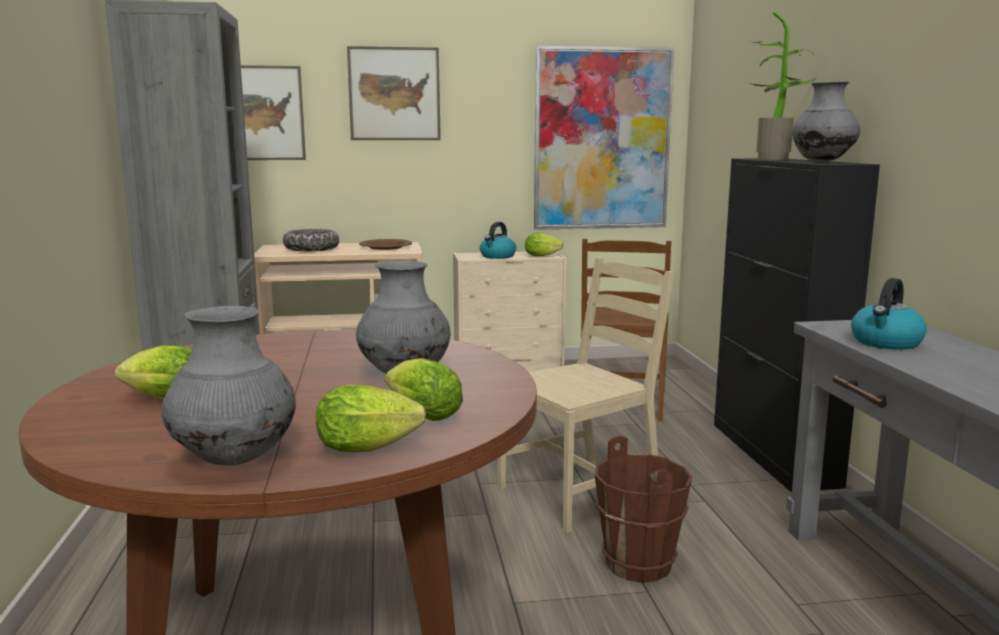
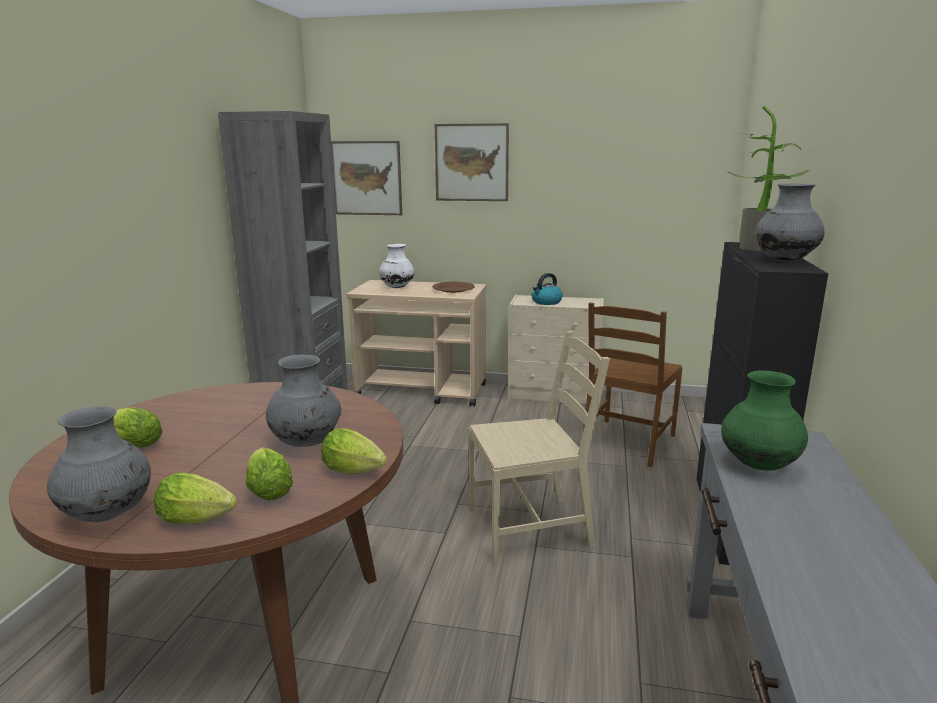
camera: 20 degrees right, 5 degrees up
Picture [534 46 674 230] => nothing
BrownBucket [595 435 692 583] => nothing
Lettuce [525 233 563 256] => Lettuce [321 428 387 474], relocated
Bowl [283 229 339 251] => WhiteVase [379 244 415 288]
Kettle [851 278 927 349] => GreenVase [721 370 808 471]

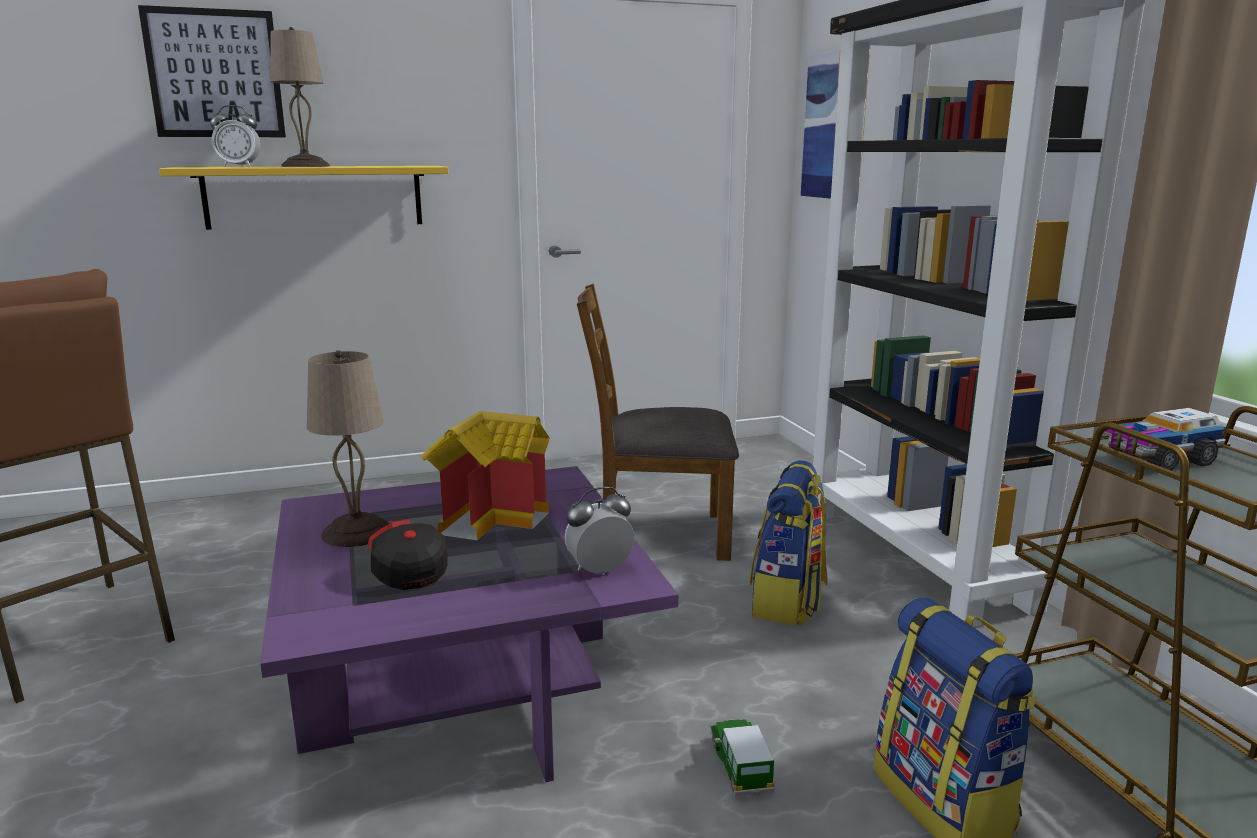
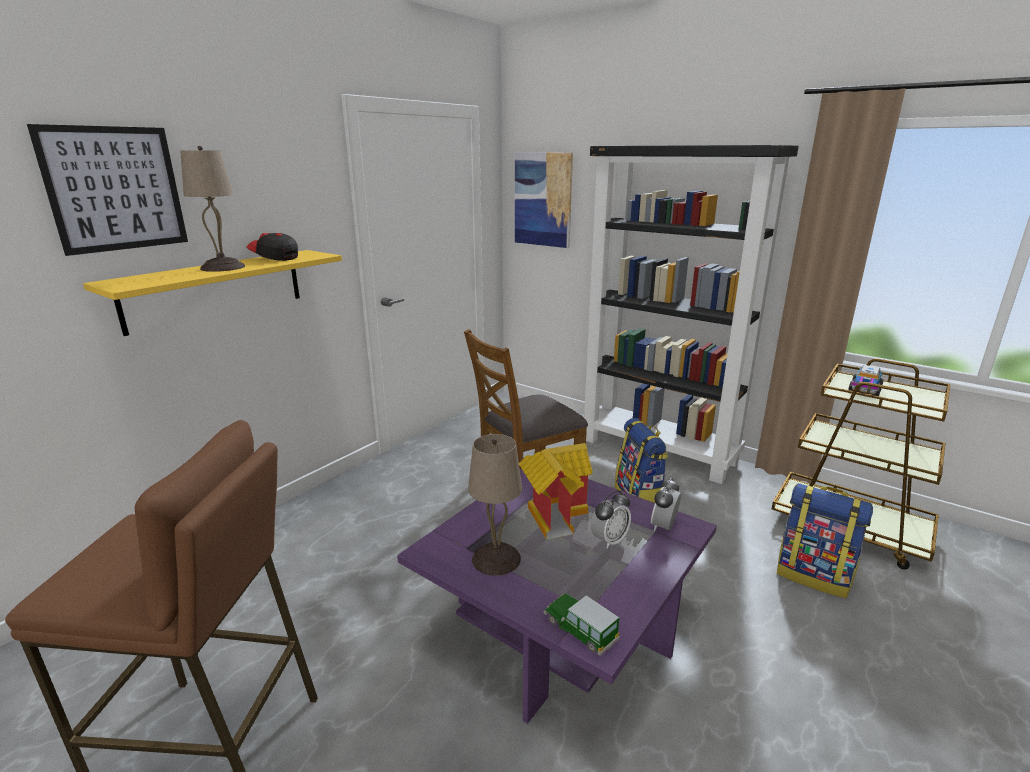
camera: 35 degrees left, 5 degrees up
AlarmClock [210 105 261 167] => AlarmClock [591 490 631 549], relocated
Cap [368 520 448 590] => Cap [247 233 298 261], relocated
ToyCar [710 719 775 797] => ToyCar [544 593 620 656], relocated

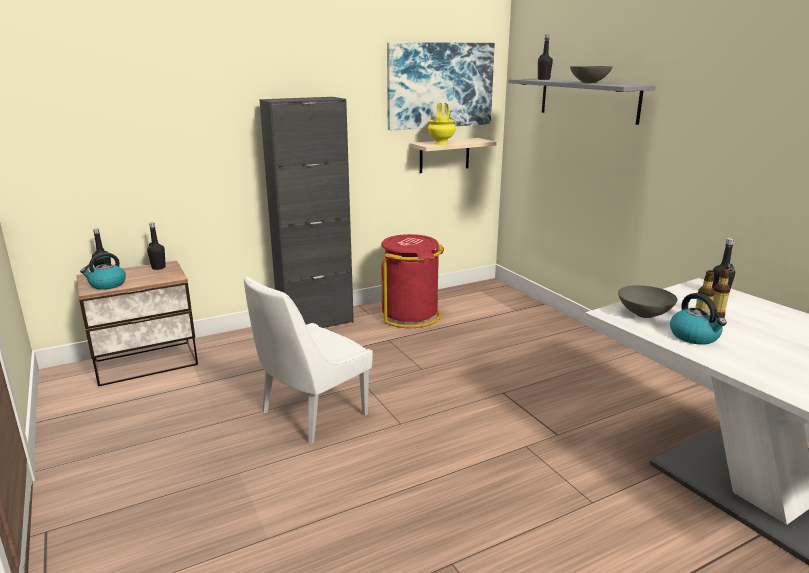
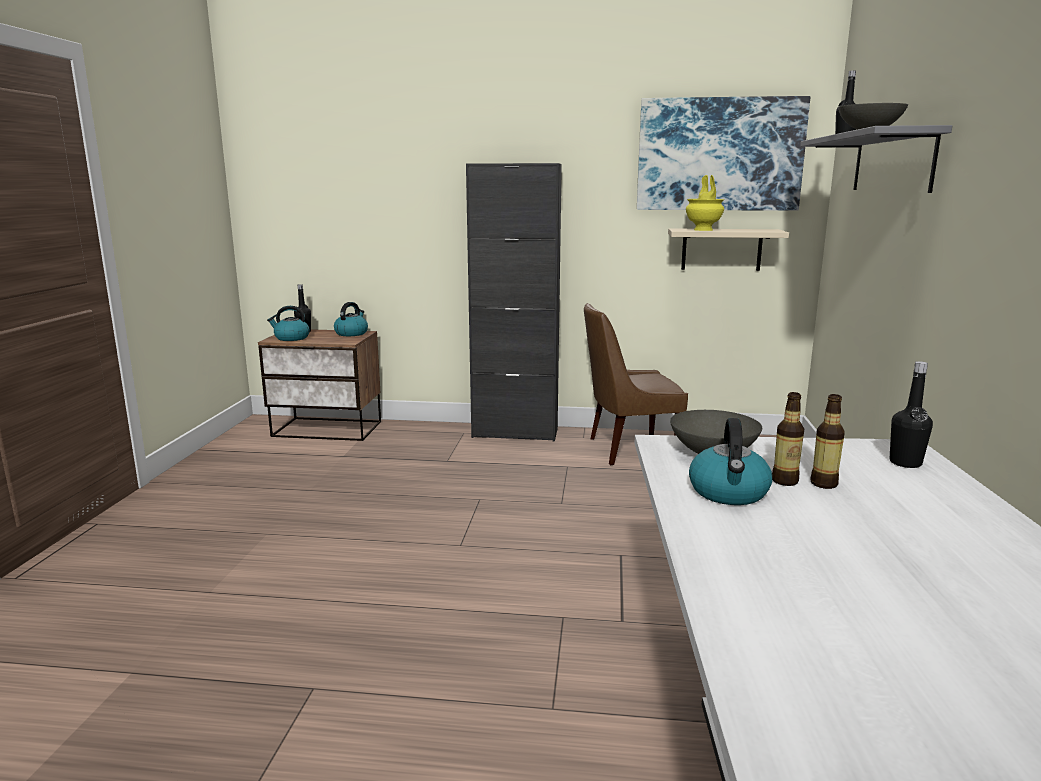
camera: 35 degrees right, 5 degrees down
WhiteChair [244 277 373 445] => nothing
BlackBottle [147 222 166 270] => Kettle [334 302 368 336]
RedTrashCan [381 234 444 328] => BrownChair [584 303 688 465]

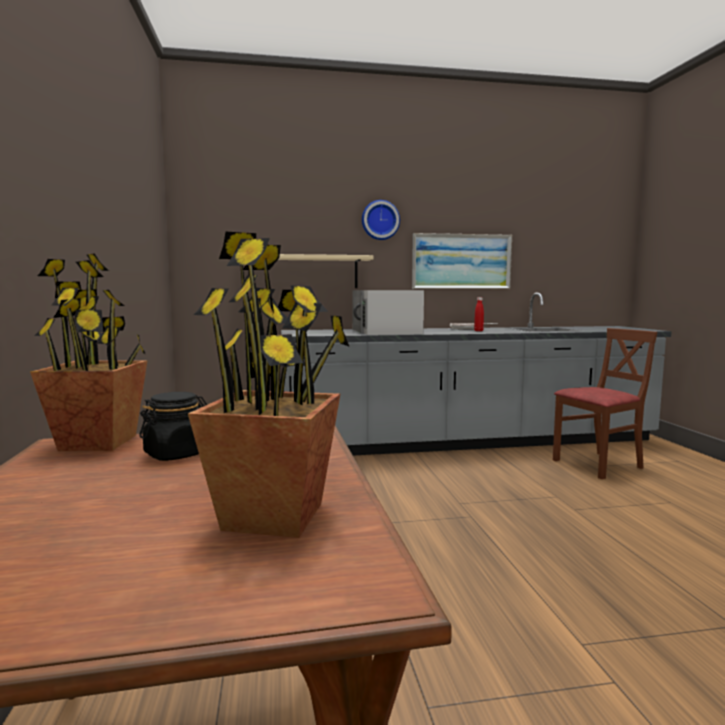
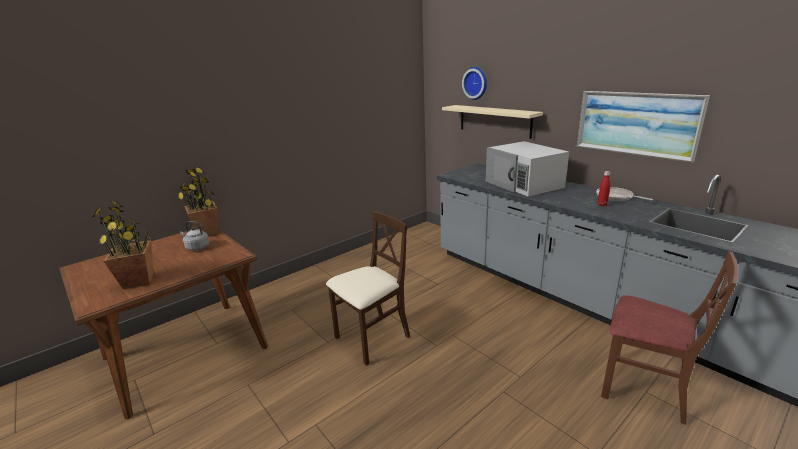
camera: 60 degrees right, 15 degrees up
nothing => BeigeChair [326 211 410 366]
WallClock [362 200 400 240] => WallClock [462 67 487 100], relocated
BlackJar [139 392 207 461] => GreyKettle [180 221 209 251]
WhiteMicrowave [353 290 424 335] => WhiteMicrowave [486 141 569 197], 75 degrees counterclockwise

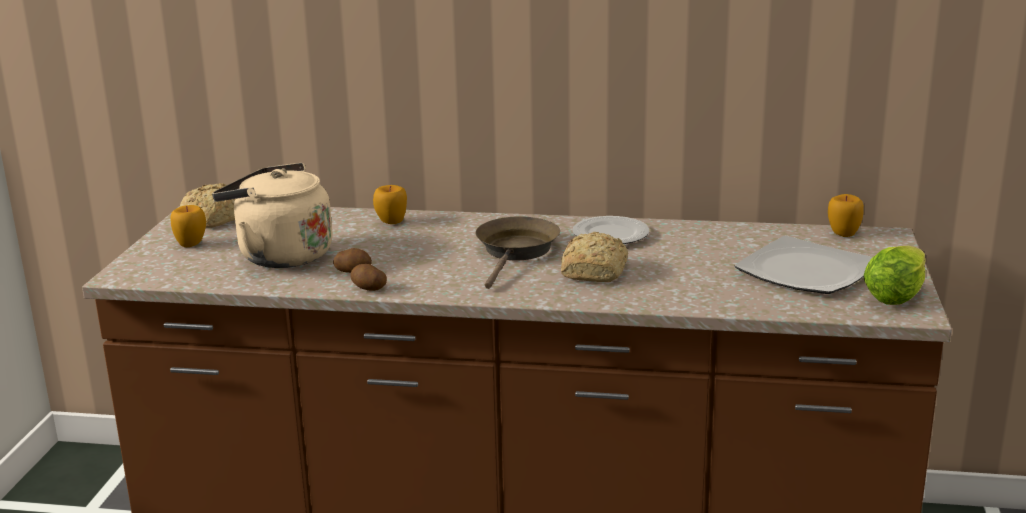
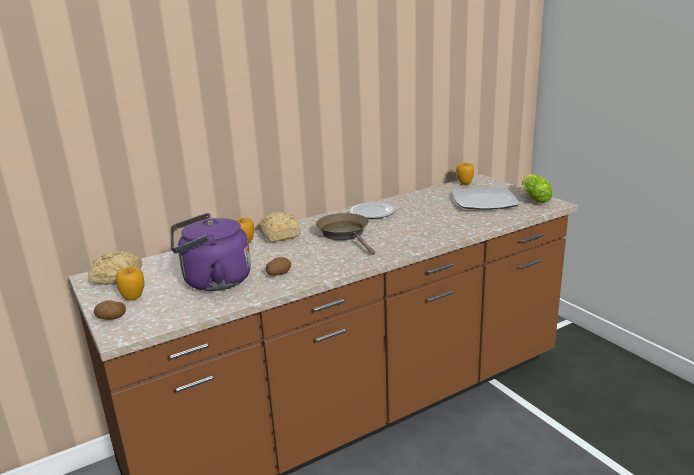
camera: 40 degrees left, 0 degrees up
Potato [350 264 387 291] => Potato [94 300 126 320], relocated
Bread [561 232 628 282] => Bread [257 212 301 242], relocated
BeigeKettle [212 163 332 268] => PurpleKettle [171 213 251 291]

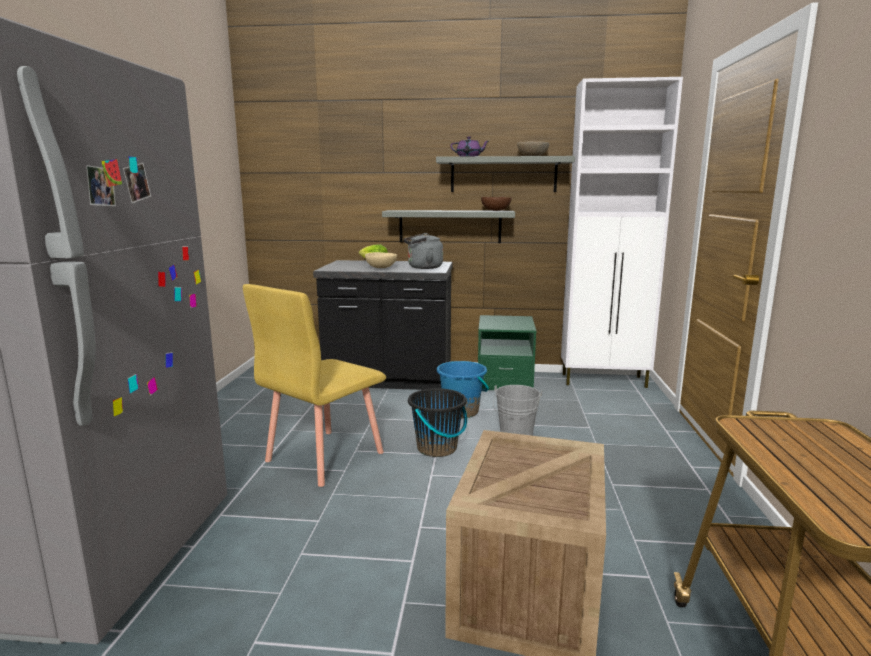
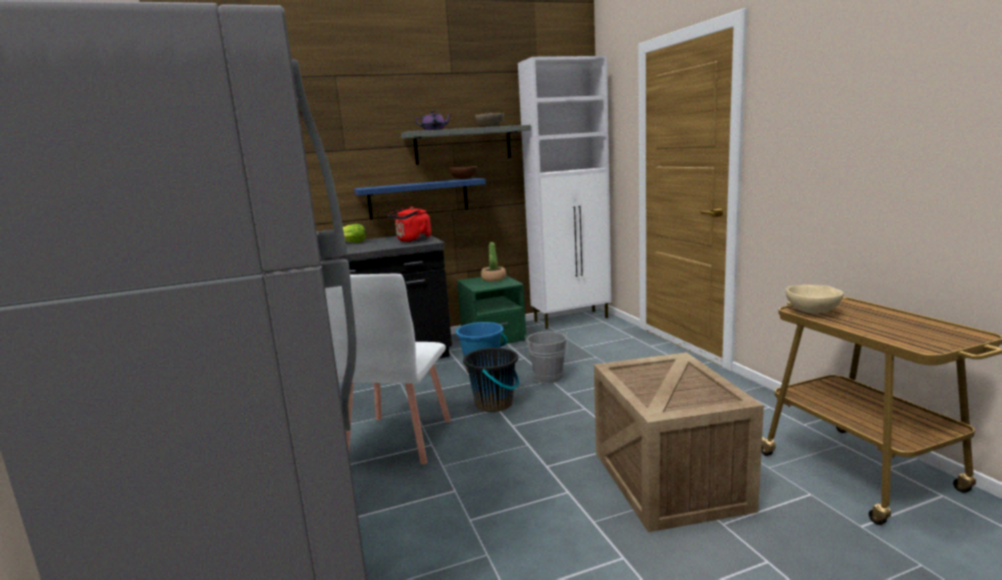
camera: 25 degrees left, 0 degrees up
nothing => PottedPlant [481 242 506 282]
BeigeBowl [365 252 397 268] => BeigeBowl [786 285 844 314], relocated
YellowChair [243 284 386 487] => WhiteChair [325 274 451 464]
GreyShelf [382 210 515 243] => BlueShelf [354 178 486 220]
GreyKettle [404 233 443 269] => RedKettle [388 207 431 242]

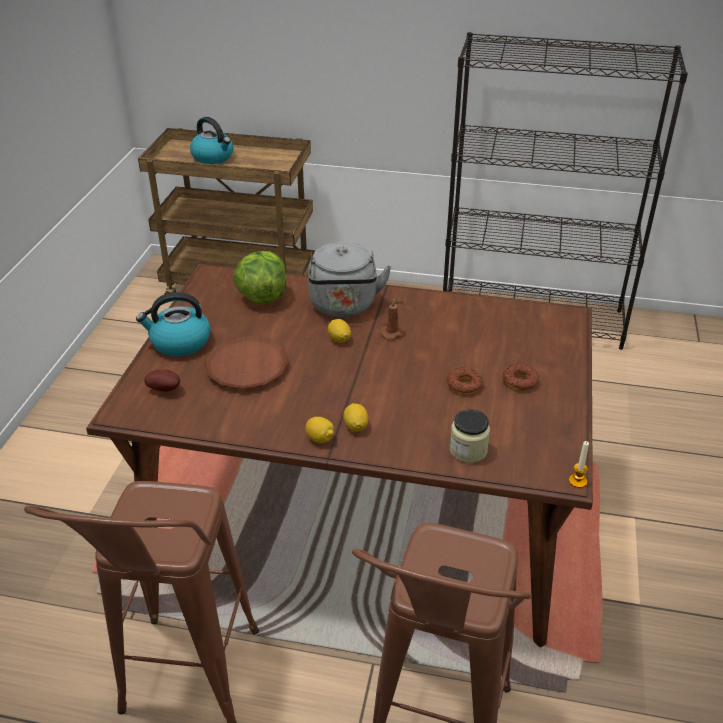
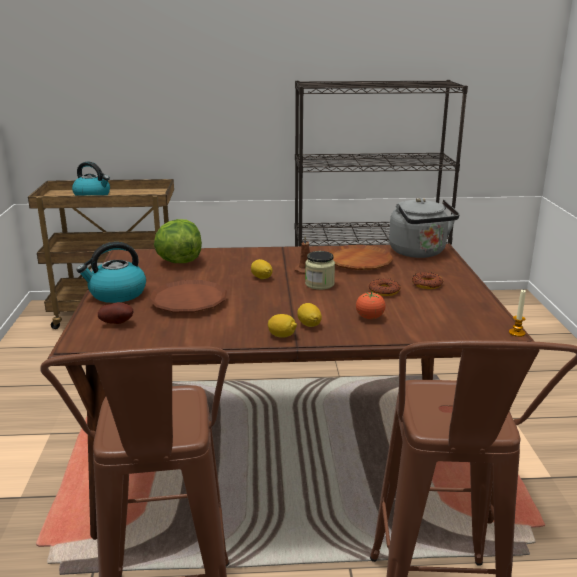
camera: 15 degrees left, 15 degrees down
nothing => BrownPlate [329 245 394 270]
nothing => Tomato [356 292 386 319]
GreyKettle [308 242 392 317] => GreyKettle [389 198 460 258], relocated
Jar [450 409 490 463] => Jar [305 251 335 290], relocated

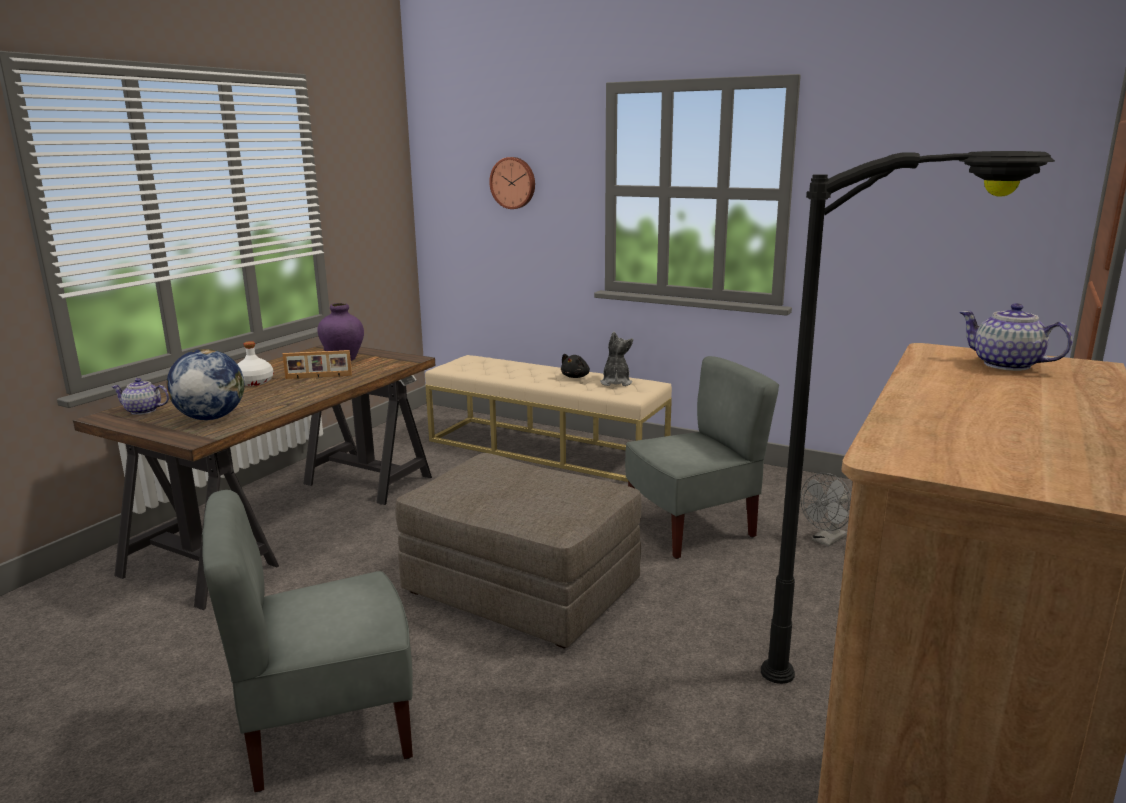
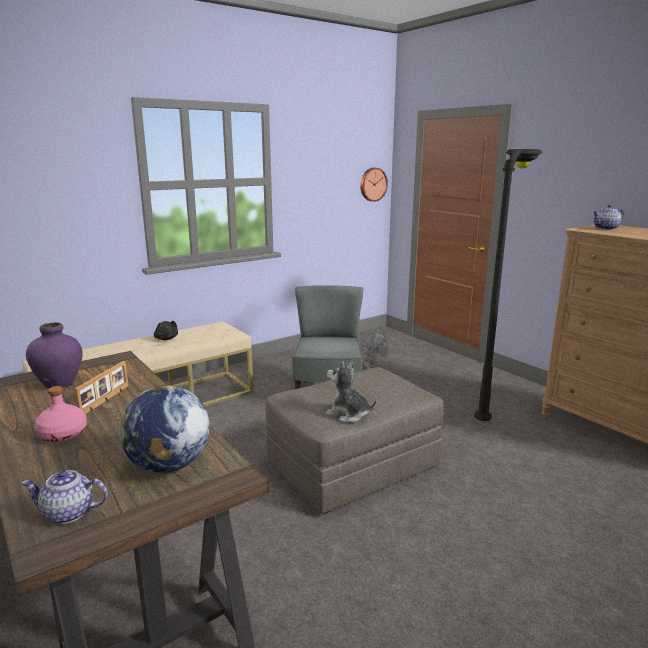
camera: 65 degrees left, 0 degrees up
GreyChair [202 490 413 792] => nothing
WallClock [489 157 535 209] => WallClock [360 168 388 202], relocated
PlushToy [600 332 633 386] => PlushToy [325 362 376 422], relocated
WhiteBottle [237 341 274 386] => PinkBottle [34 386 87 442]
Teapot [111 378 169 415] => Teapot [21 470 108 524], 60 degrees clockwise

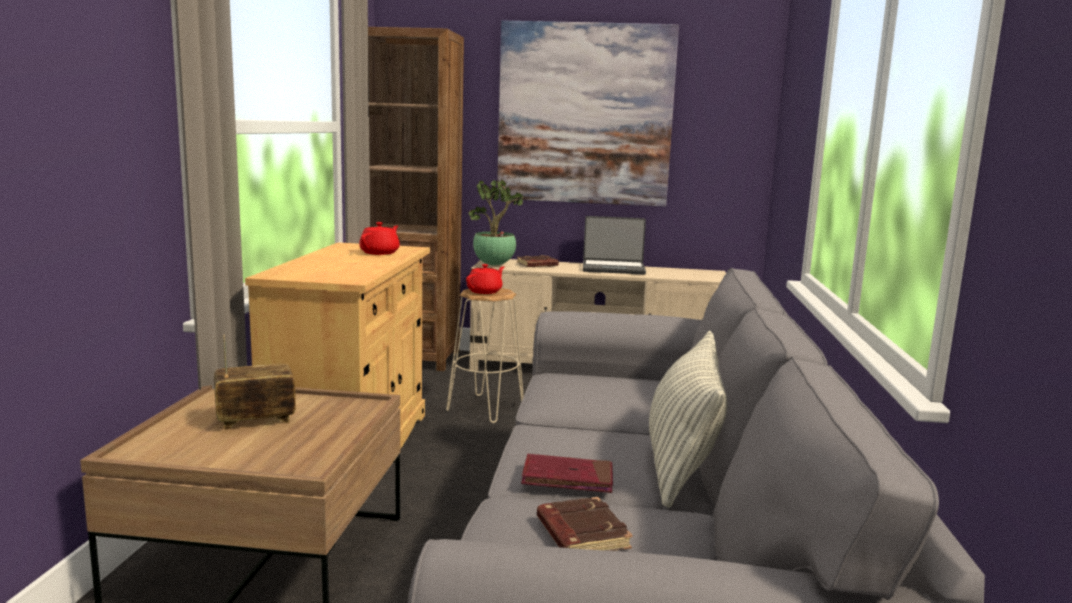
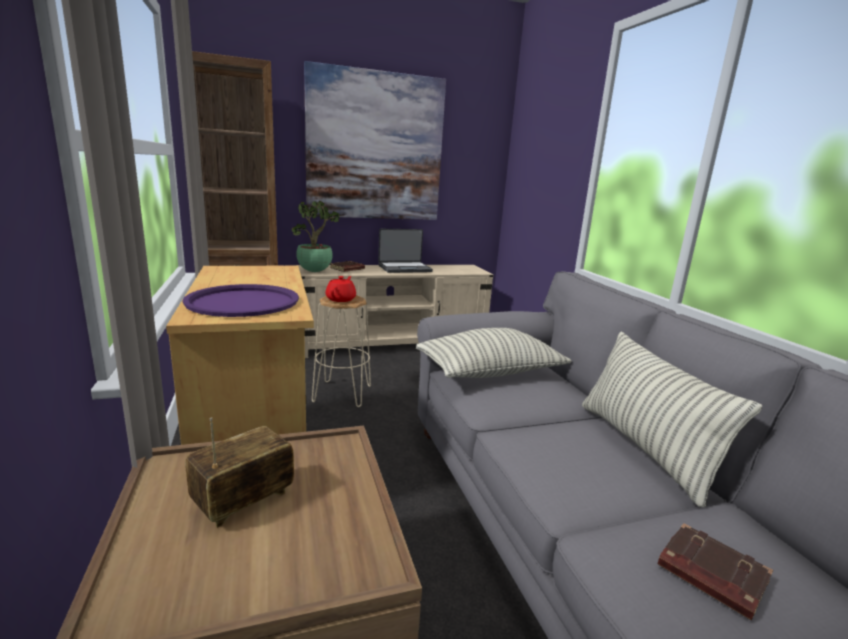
camera: 25 degrees left, 5 degrees up
RedTeapot [359 222 400 255] => nothing
RedBook [521 454 613 493] => nothing
nothing => PurpleTray [183 284 299 317]
nothing => Pillow [416 328 571 378]

